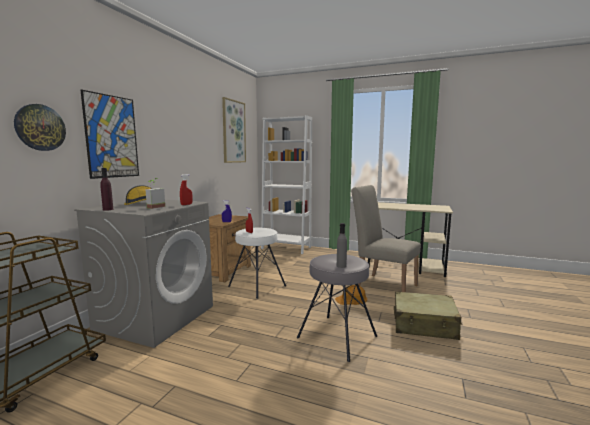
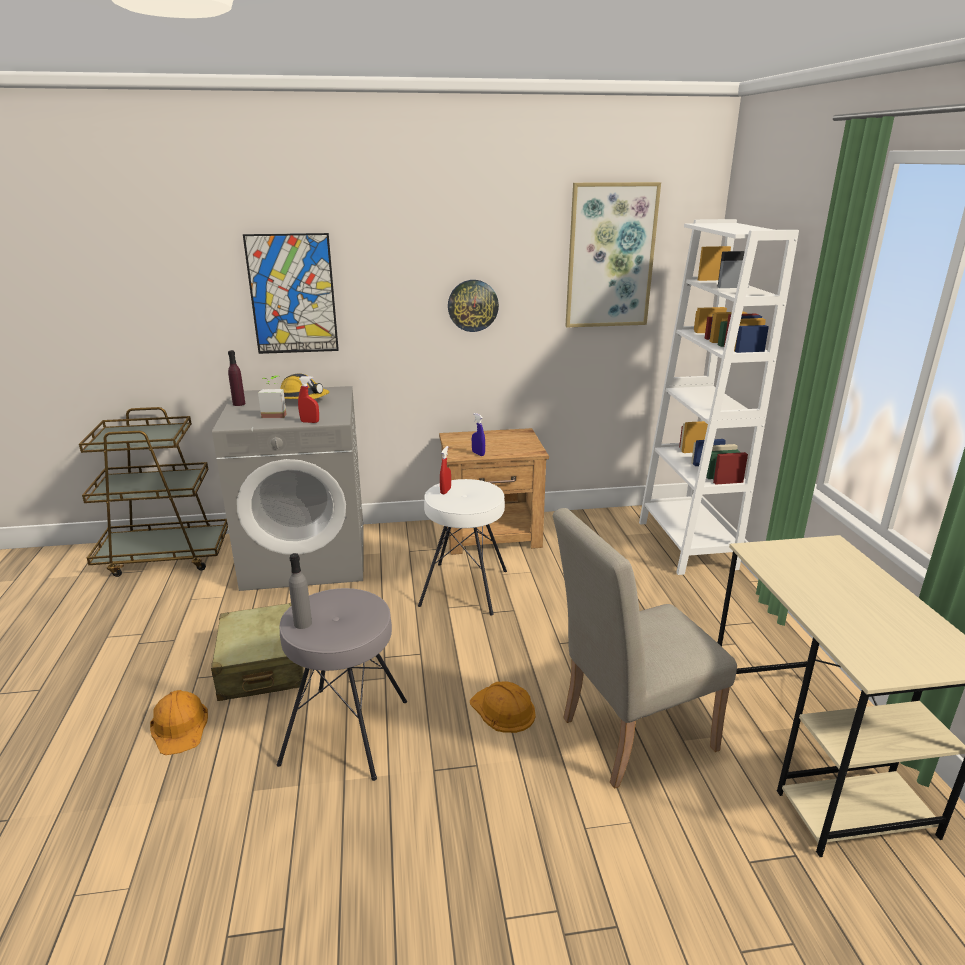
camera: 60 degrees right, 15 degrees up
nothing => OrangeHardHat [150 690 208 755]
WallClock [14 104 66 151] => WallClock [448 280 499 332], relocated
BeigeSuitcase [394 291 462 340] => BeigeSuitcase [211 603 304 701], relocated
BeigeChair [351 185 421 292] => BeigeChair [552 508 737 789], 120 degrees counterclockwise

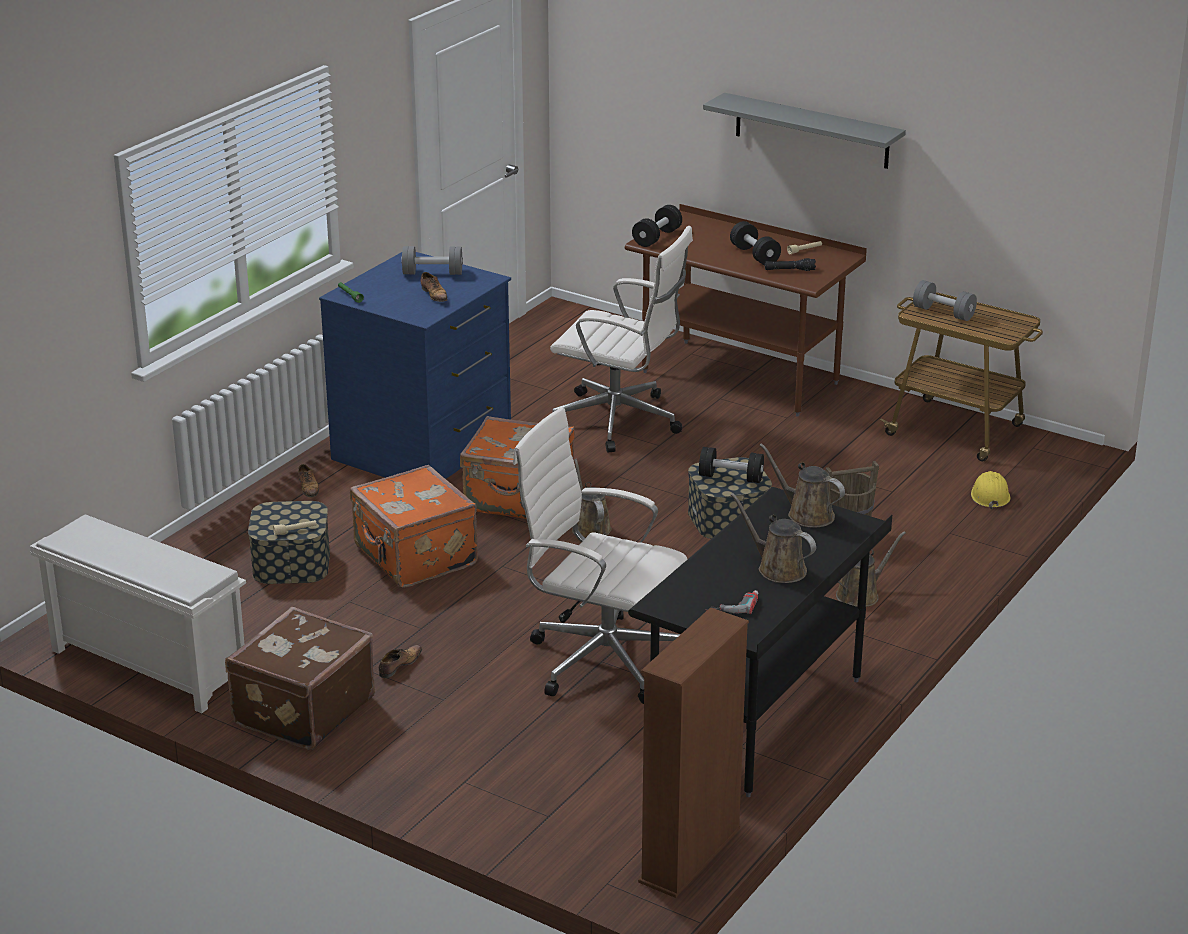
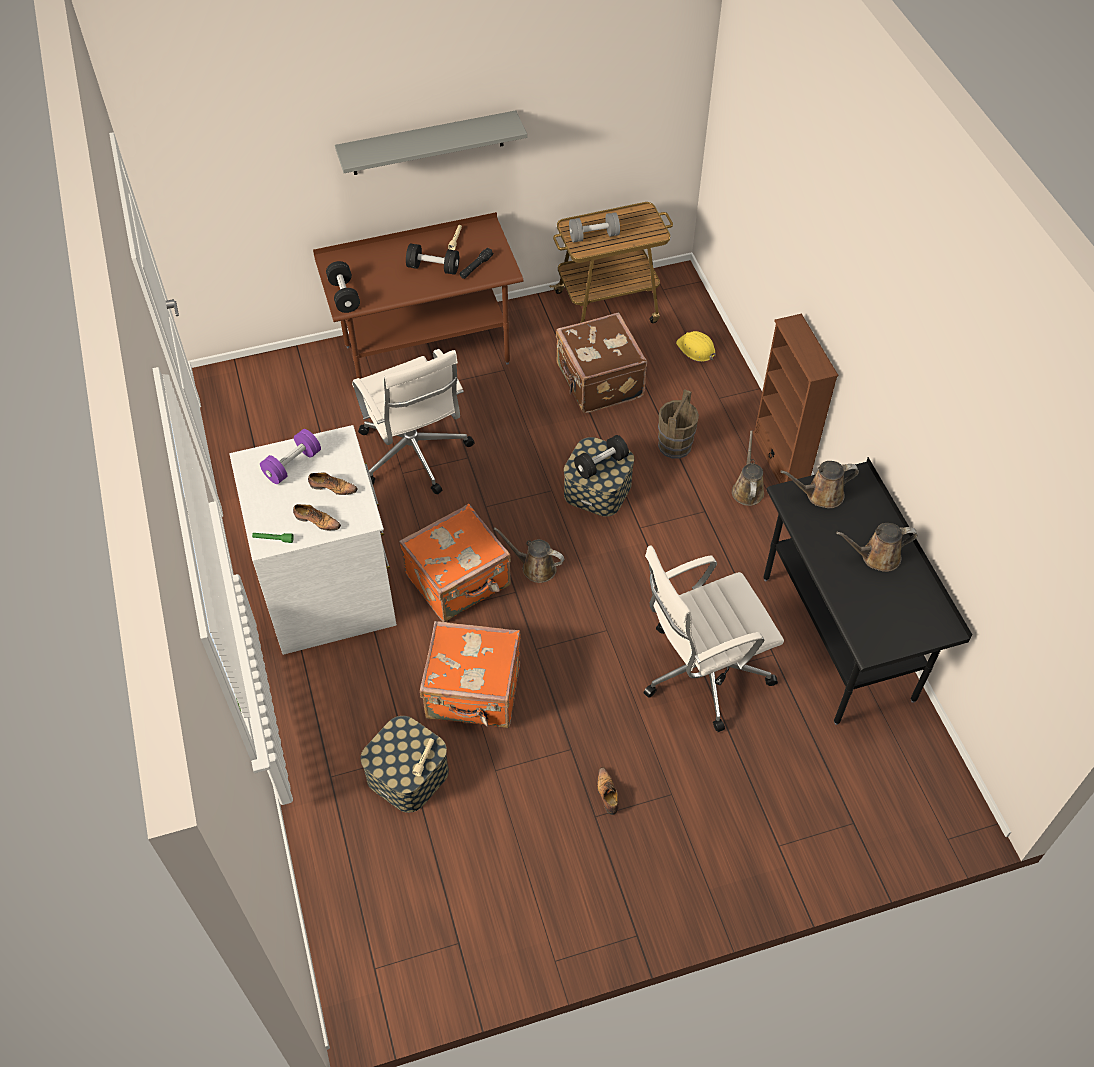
camera: 50 degrees left, 25 degrees up
WhiteShoeRack [30 515 246 713] => nothing
PowerDrill [705 590 759 614] => nothing
BrownSuitcase [225 607 375 750] => BrownSuitcase [556 312 647 413], relocated
Shoe [298 464 319 497] => Shoe [293 504 341 530], relocated
BrownBookcase [638 607 749 898] => BrownBookcase [753 314 838 484], relocated
BlueDresser [319 252 511 479] => WhiteDresser [230 425 397 655]
GreyDumbbell [401 246 463 275] => PurpleDumbbell [260 429 321 484]
WhiteOfficeChair [550 226 693 453] => WhiteOfficeChair [352 349 475 495], 90 degrees clockwise

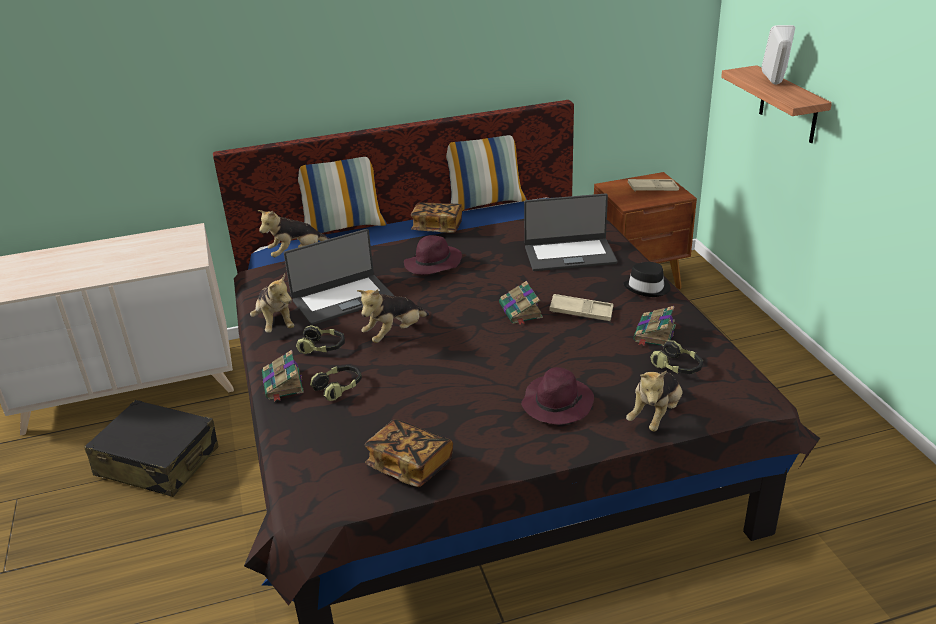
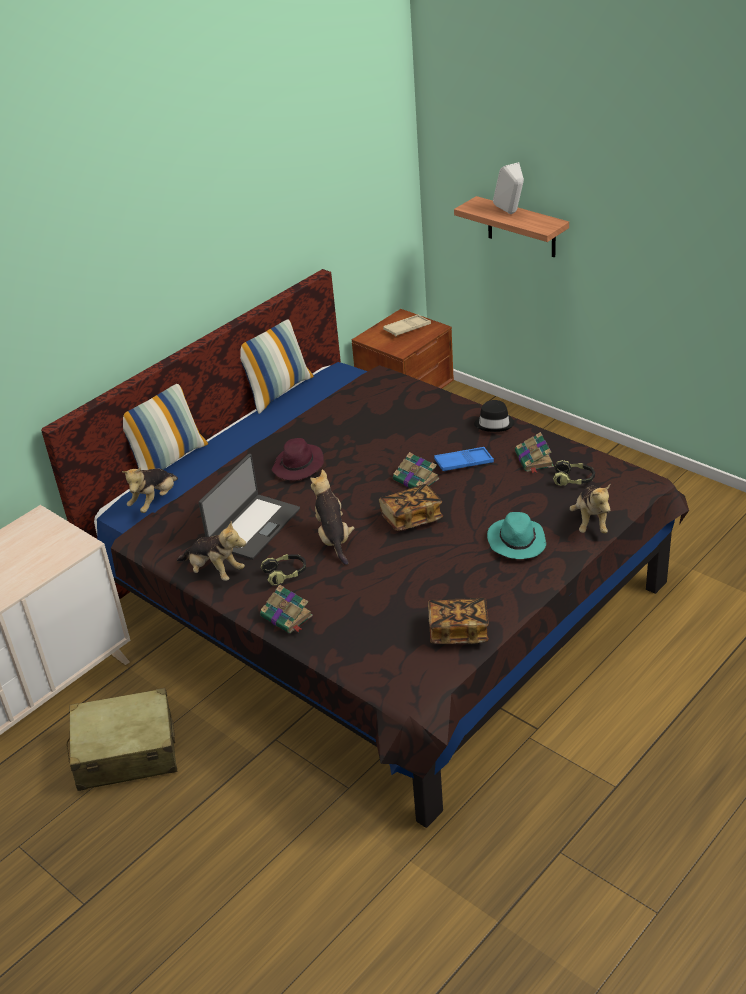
camera: 30 degrees left, 5 degrees up
Headphones [310 365 362 401] => nothing
Laptop [524 193 617 271] => nothing
Book [411 203 462 233] => Book [379 484 443 531], relocated
BlackSuitcase [84 400 218 497] => BeigeSuitcase [66 688 177 791]
PurpleHat [521 367 594 425] => TurquoiseHat [487 512 546 559]
BeigeTray [549 294 613 321] => BlueTray [434 447 494 472]
PlushToy [357 289 429 343] => PlushToy [310 469 354 565], 150 degrees clockwise

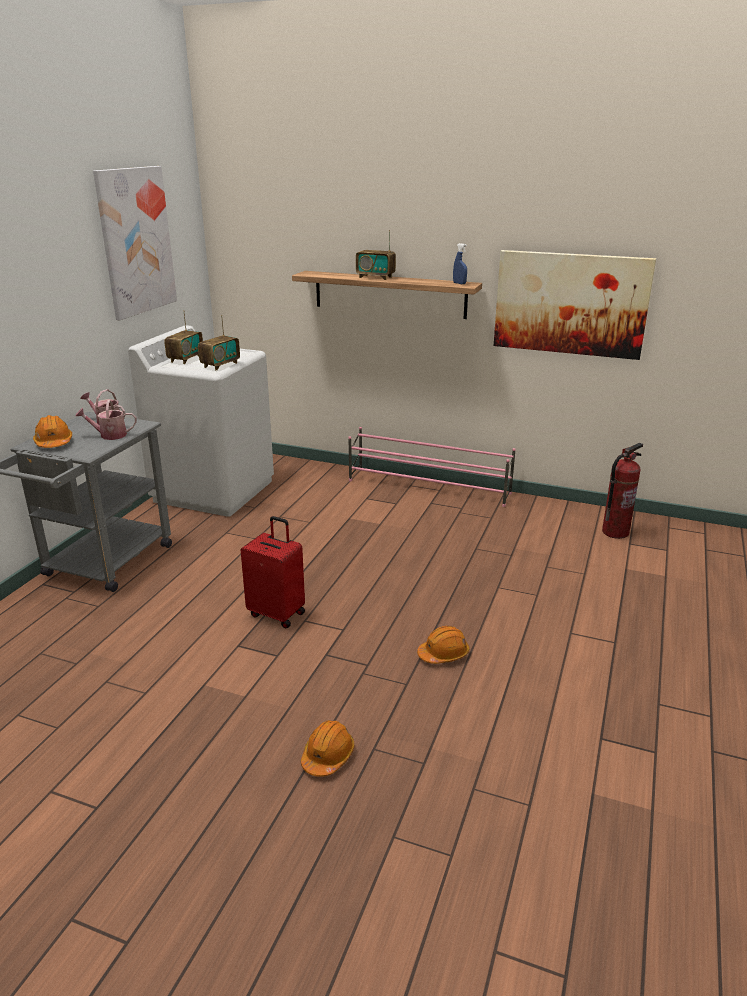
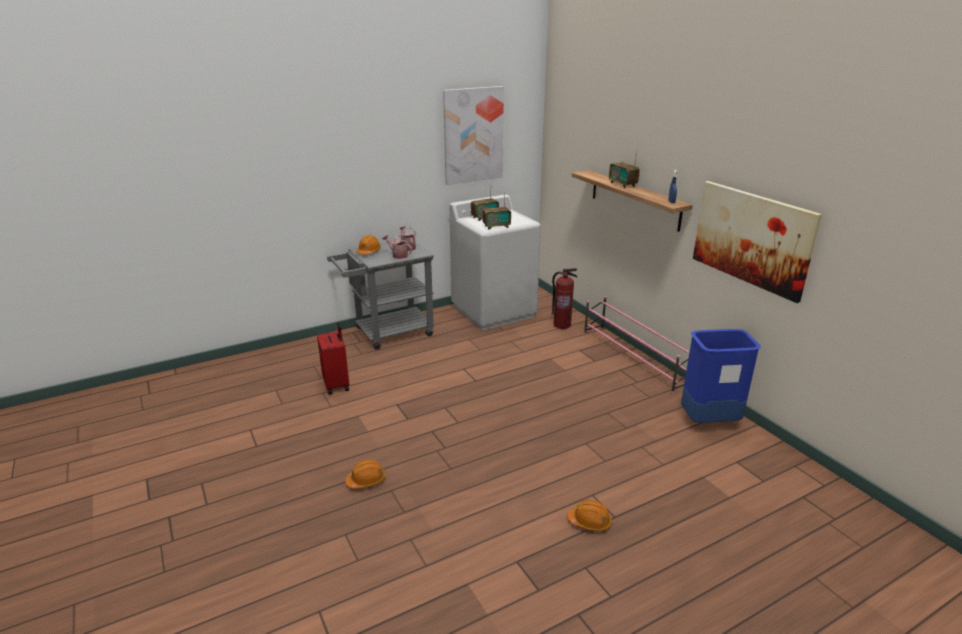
camera: 40 degrees right, 0 degrees up
nothing => BlueTrashCan [681 329 761 423]
RedSuitcase [241 516 305 628] => RedSuitcase [317 322 349 395], relocated
OrangeHardHat [417 626 469 664] => OrangeHardHat [567 500 612 531], relocated
FireExtinguisher [602 443 643 539] => FireExtinguisher [552 268 577 329], relocated

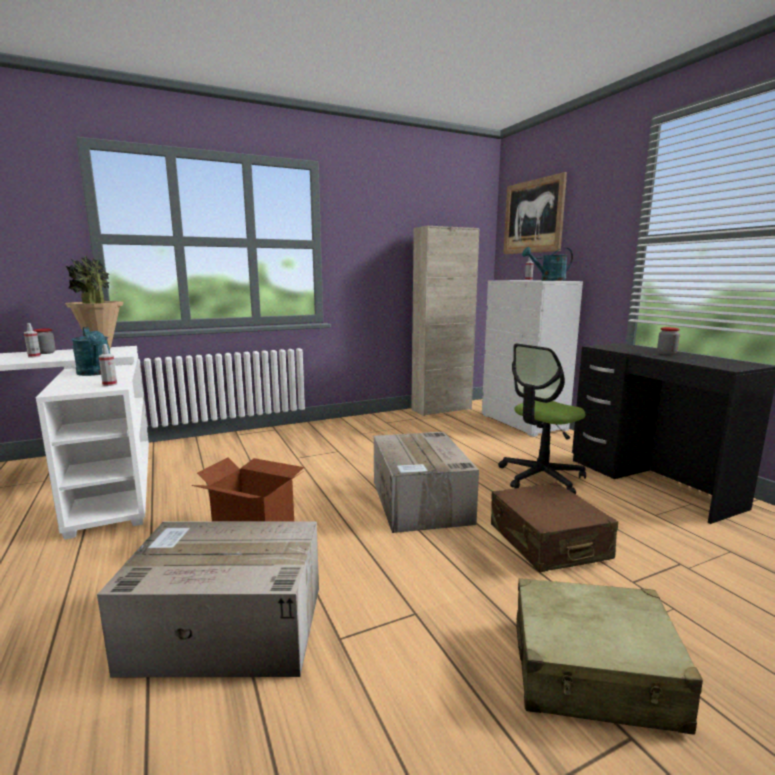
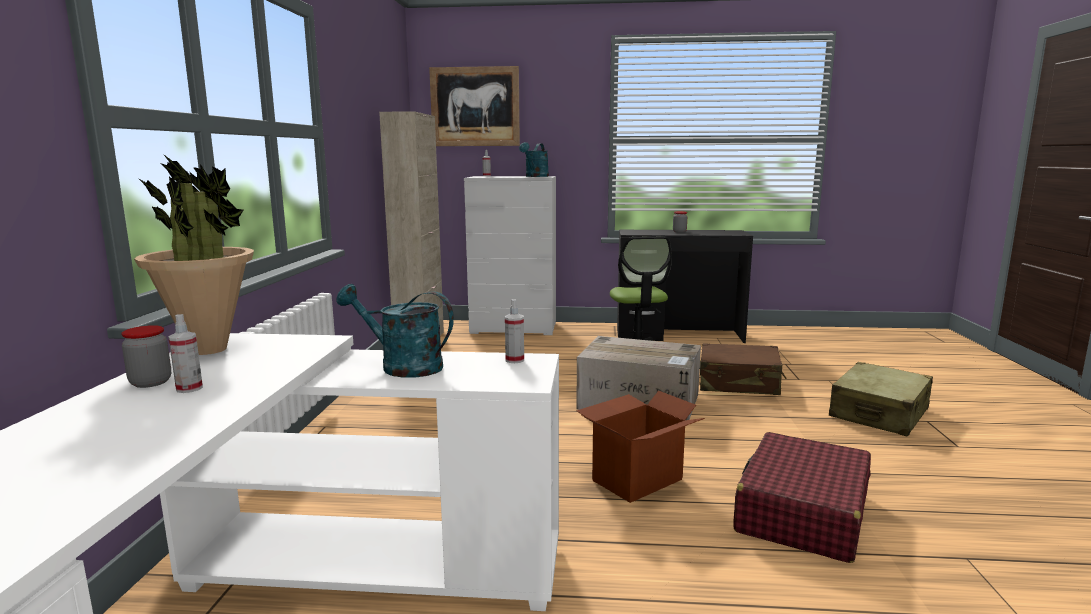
camera: 60 degrees left, 0 degrees up
CardboardBox [97 521 319 677] => RedSuitcase [734 432 871 563]
TurquoiseWateringCan [71 327 110 376] => TurquoiseWateringCan [336 284 454 378], 150 degrees counterclockwise

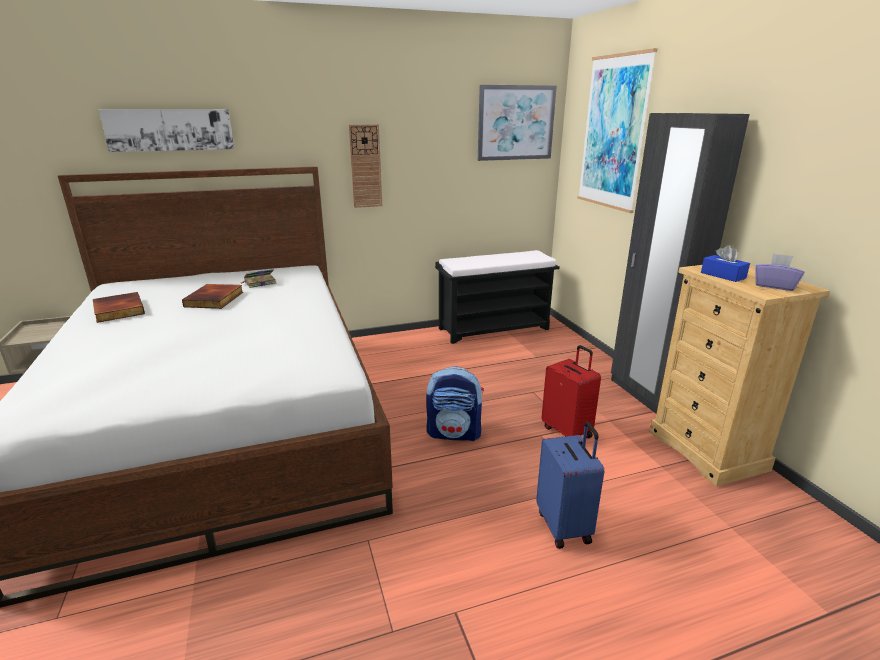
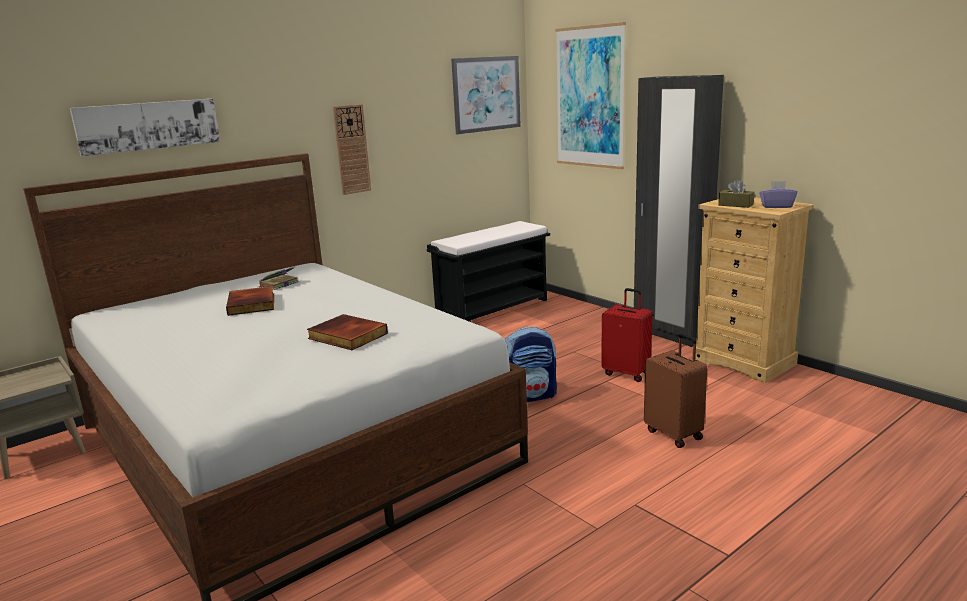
camera: 20 degrees left, 5 degrees down
Book [93 292 145 323] => Book [307 314 388 350], relocated
BlueSuitcase [536 422 604 549] => BrownSuitcase [644 333 708 448]
BlueTissueBox [701 245 750 282] => BrownTissueBox [718 179 755 208]

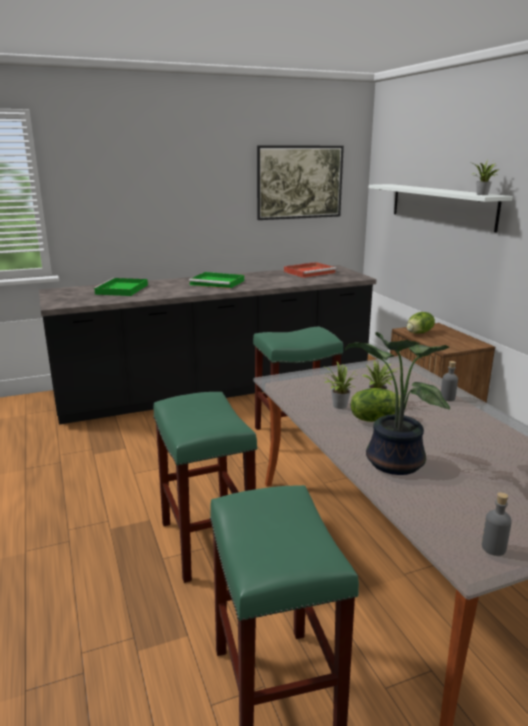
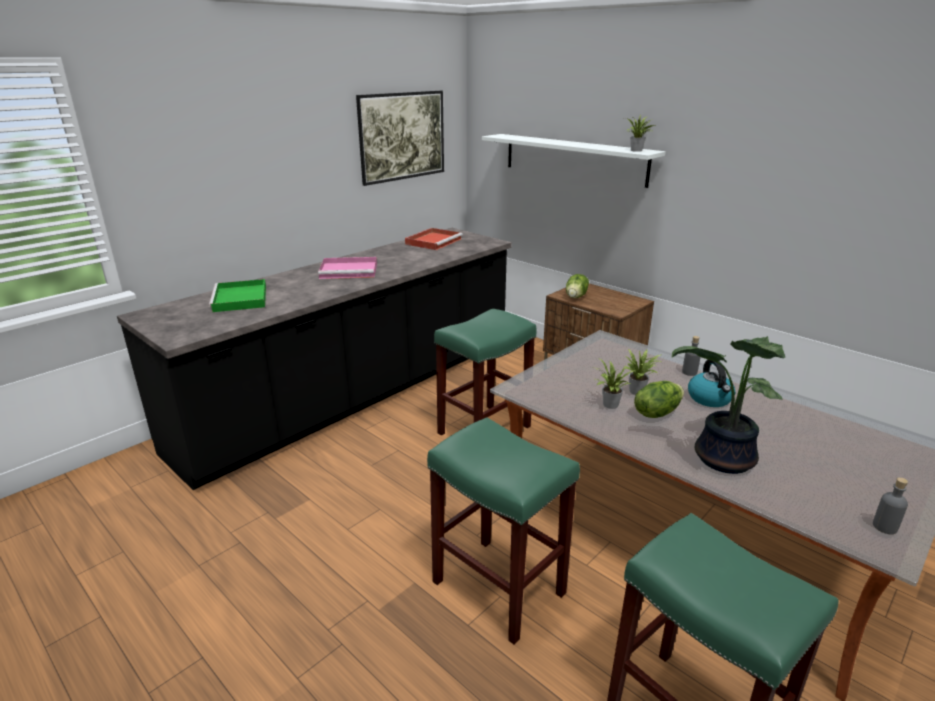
camera: 25 degrees left, 5 degrees up
nothing => Kettle [688 360 735 407]
GreenTray [189 272 244 289] => PinkTray [318 257 377 279]

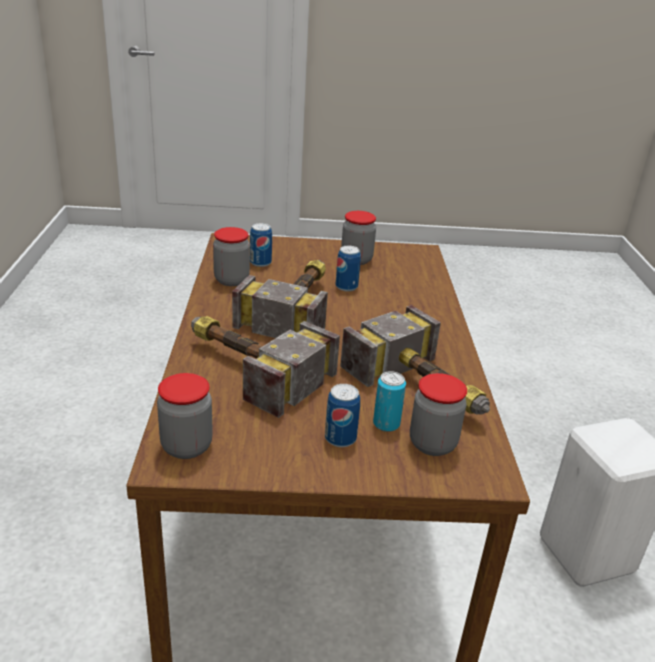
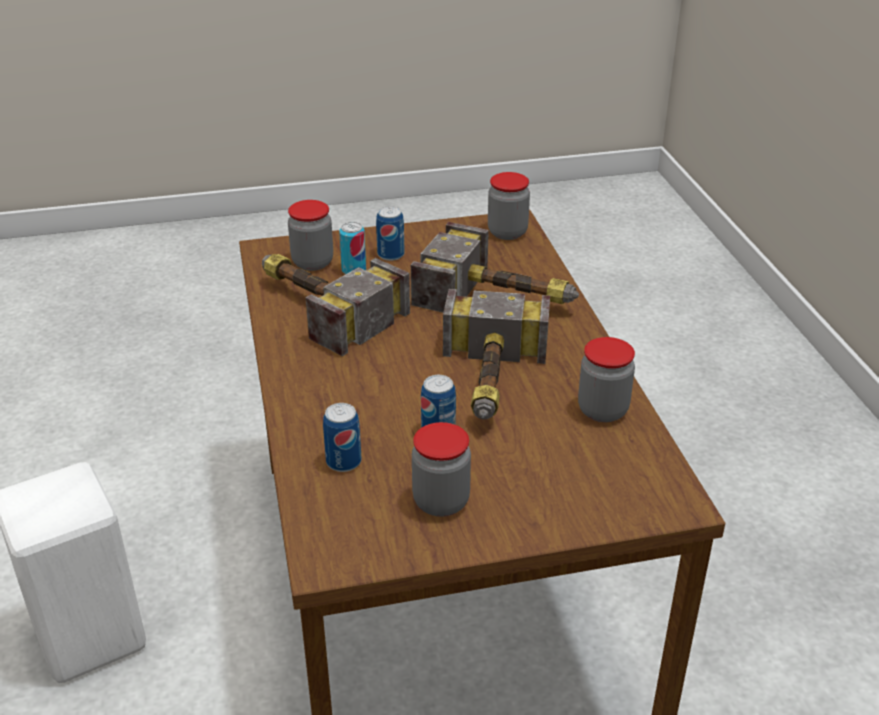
camera: 170 degrees right, 5 degrees up
Can [250 223 272 267] => Can [323 403 361 472], relocated

